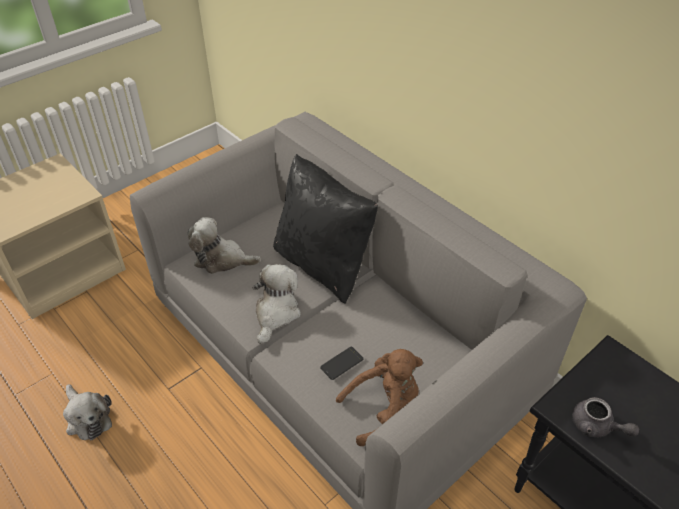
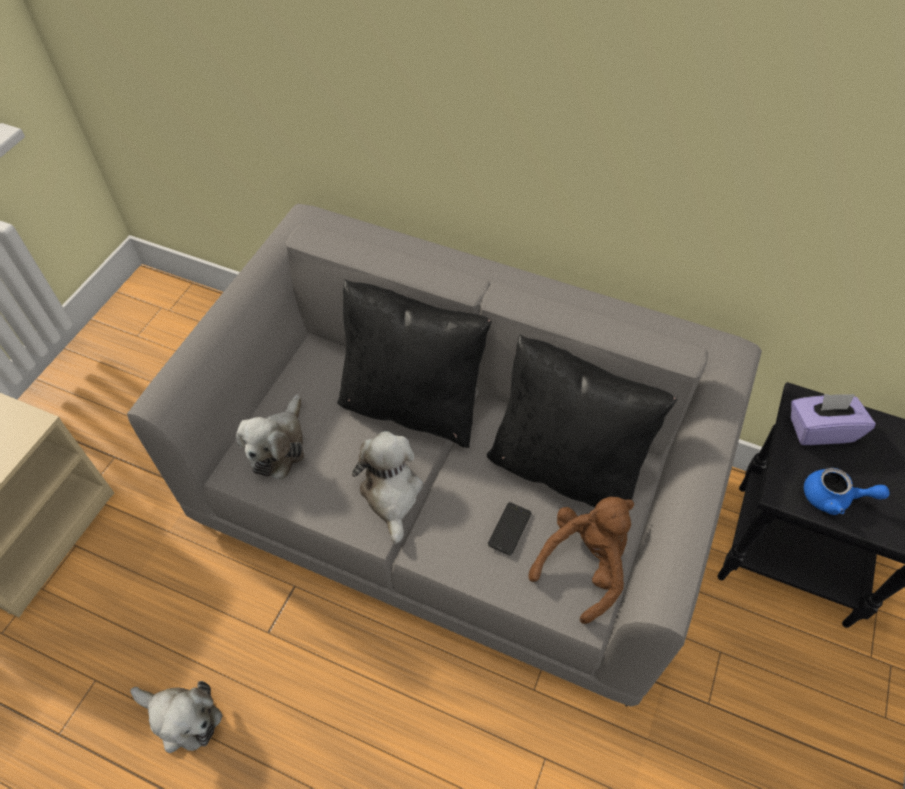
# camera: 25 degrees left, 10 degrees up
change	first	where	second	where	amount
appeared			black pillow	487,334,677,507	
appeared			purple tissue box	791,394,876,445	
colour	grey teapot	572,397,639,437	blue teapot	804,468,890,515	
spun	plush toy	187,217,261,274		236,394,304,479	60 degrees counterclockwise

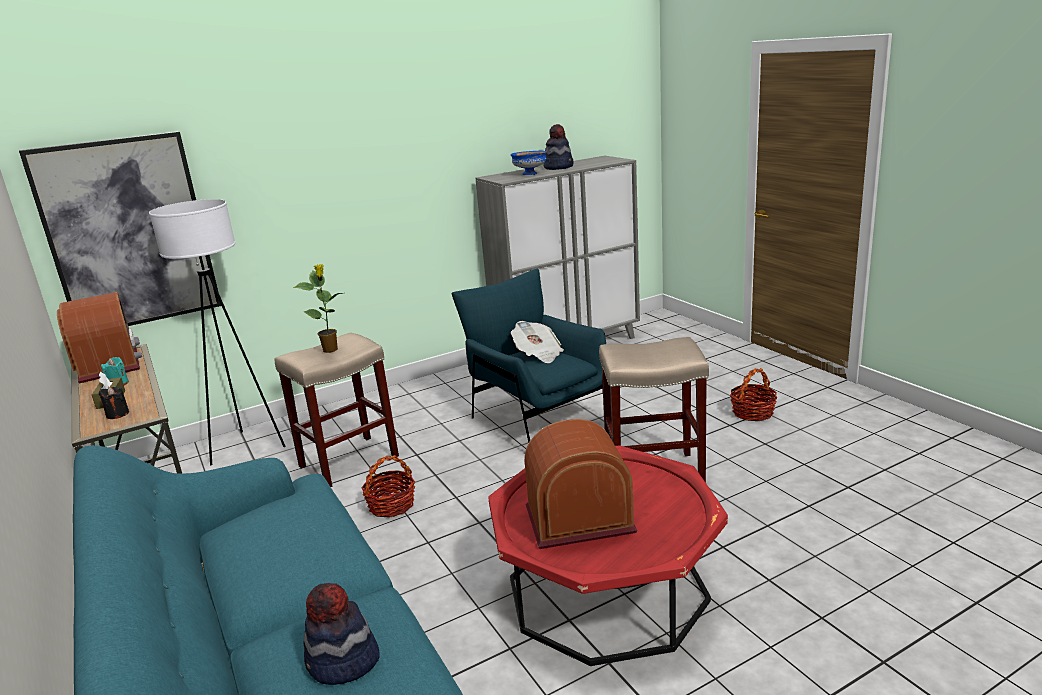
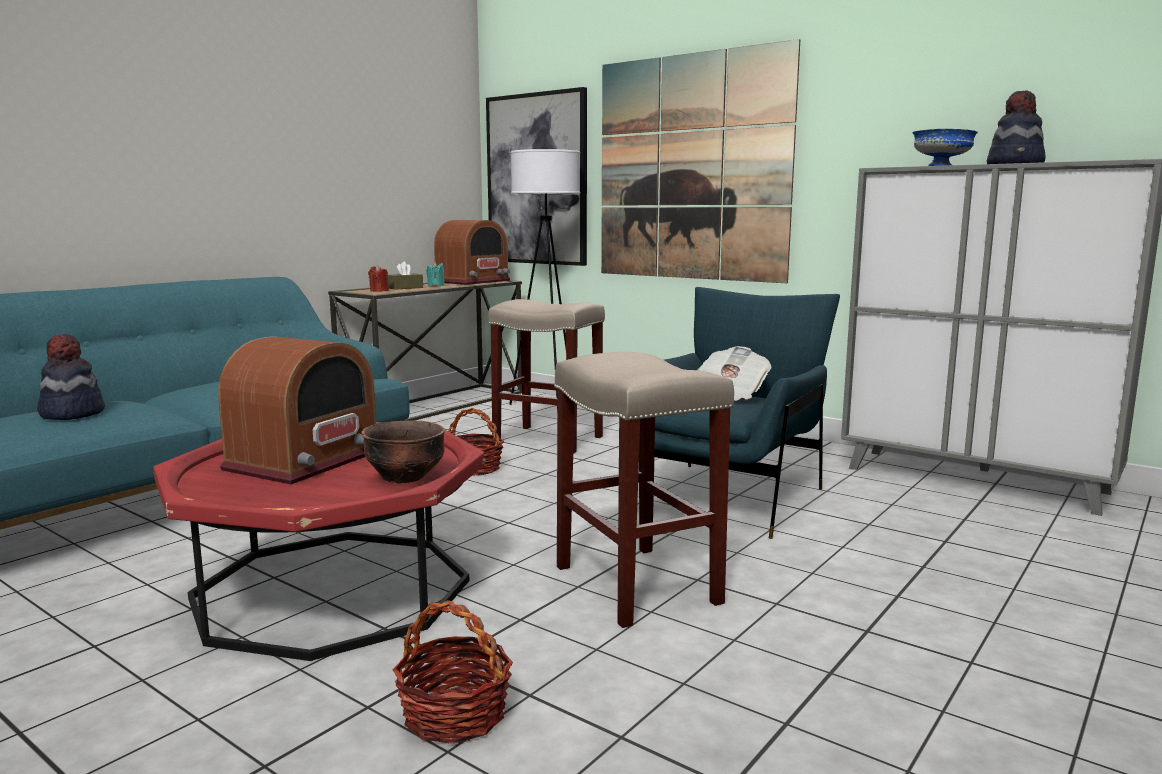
# camera: 65 degrees right, 10 degrees down
change	first	where	second	where	amount
missing	potted plant	293,264,342,353			
appeared			brown bowl	362,420,445,484	
appeared			picture	601,39,800,283	
relocated	basket	730,368,777,421		393,600,513,744	
colour	black candle	99,387,129,419	red candle	368,265,389,292	
spun	radio	525,419,637,549		218,337,376,484	60 degrees clockwise

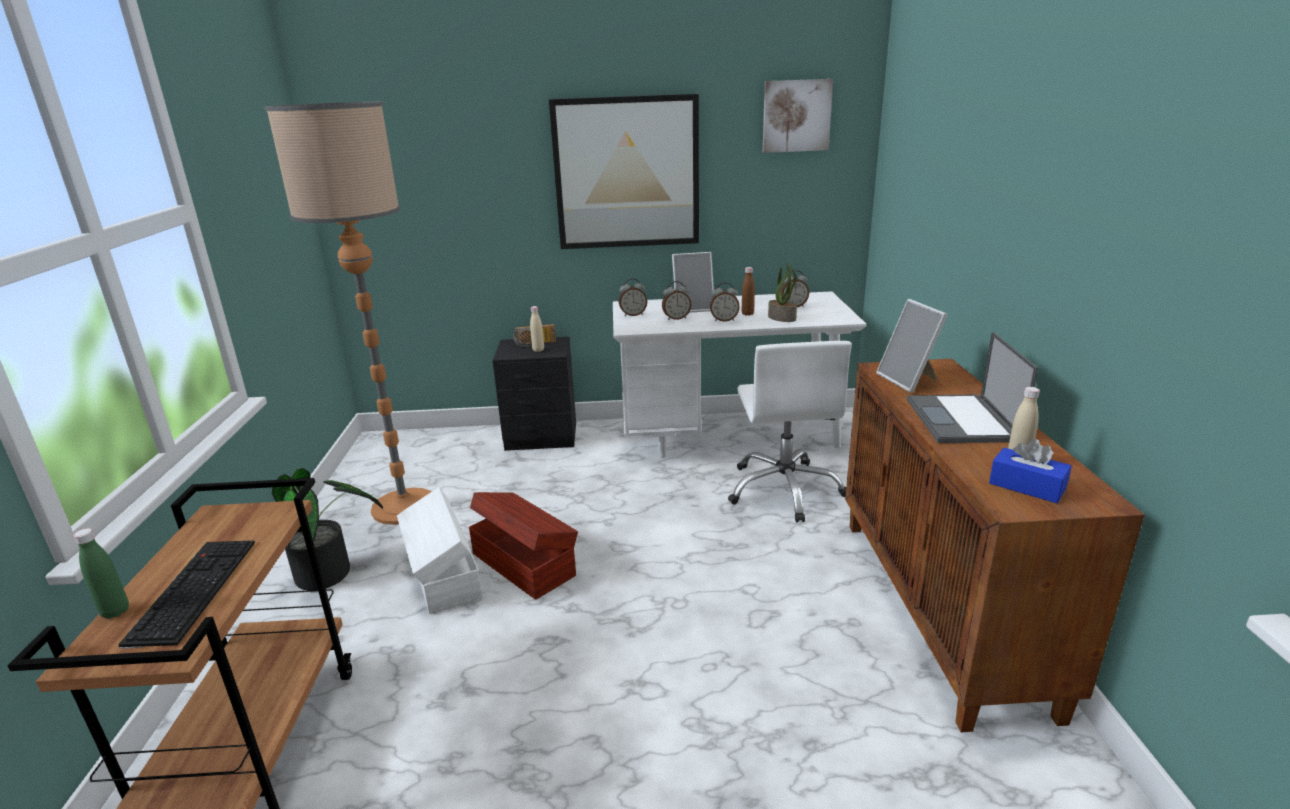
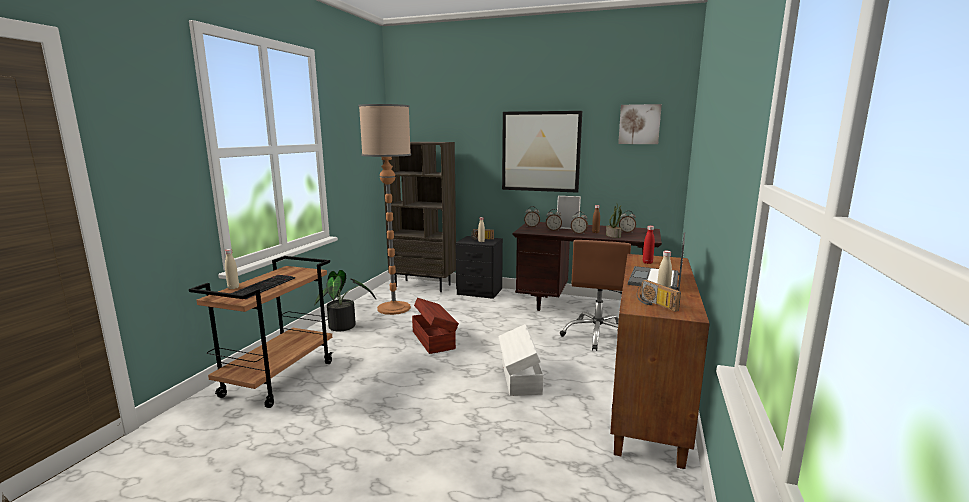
# camera: 20 degrees right, 10 degrees down
change	first	where	second	where	amount
appeared			brown bookcase	383,142,456,292	
relocated	white storage box	397,487,482,614		498,324,544,396	
exchanged	picture frame	876,299,948,393	red bottle	643,226,655,264	
exchanged	blue tissue box	989,439,1072,503	radio	637,280,681,312	
colour	green bottle	73,528,129,619	beige bottle	225,249,239,289	
colour	white desk	613,291,867,458	brown desk	512,222,662,311	
colour	white office chair	728,341,852,523	brown office chair	560,240,631,351	

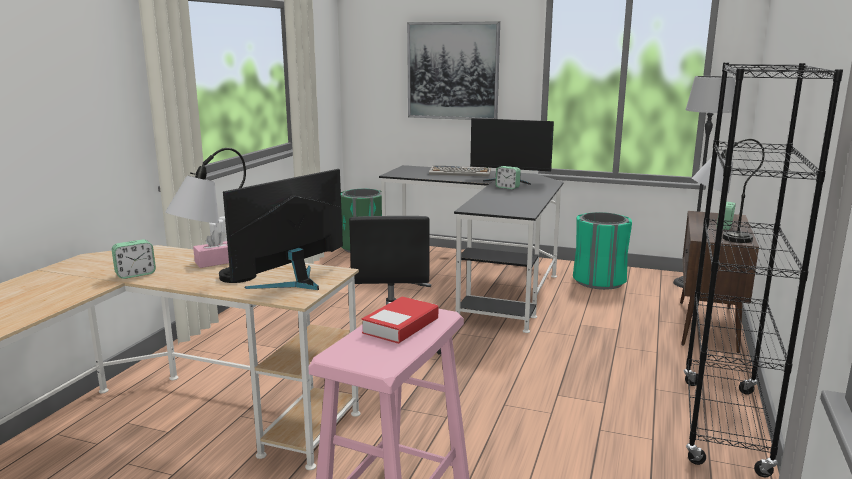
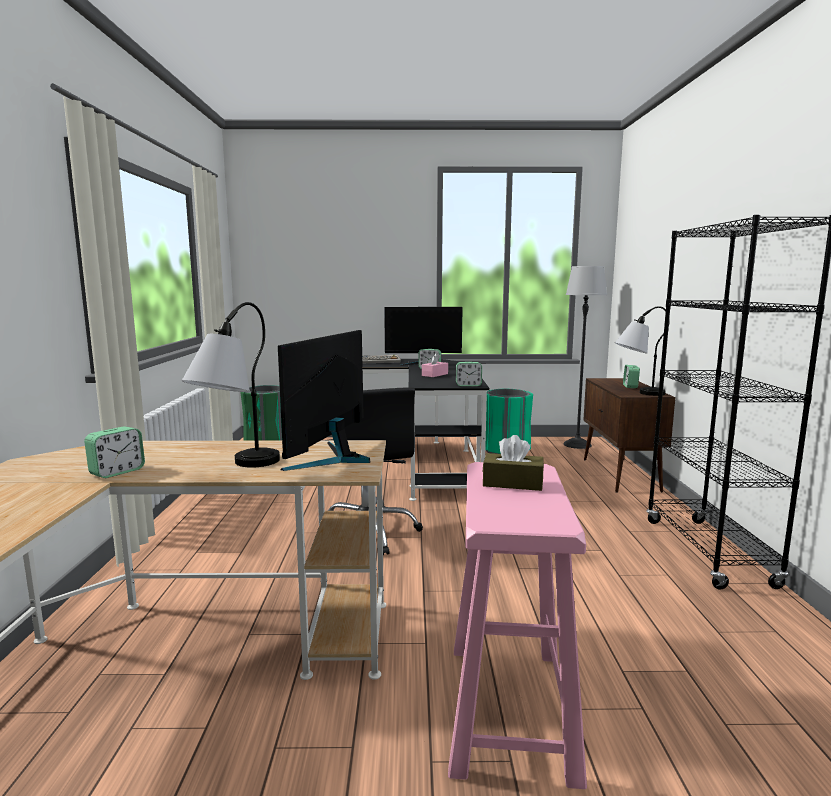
# camera: 20 degrees left, 5 degrees down
change	first	where	second	where	amount
missing	picture	407,21,500,120			
appeared			alarm clock	456,362,482,387	
relocated	pink tissue box	193,230,229,268		422,353,448,377	
exchanged	book	362,297,438,344	brown tissue box	482,435,544,491	

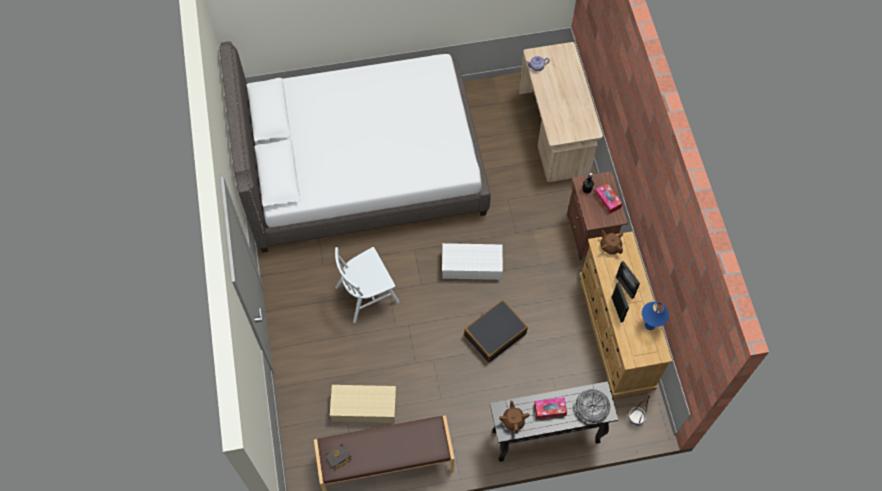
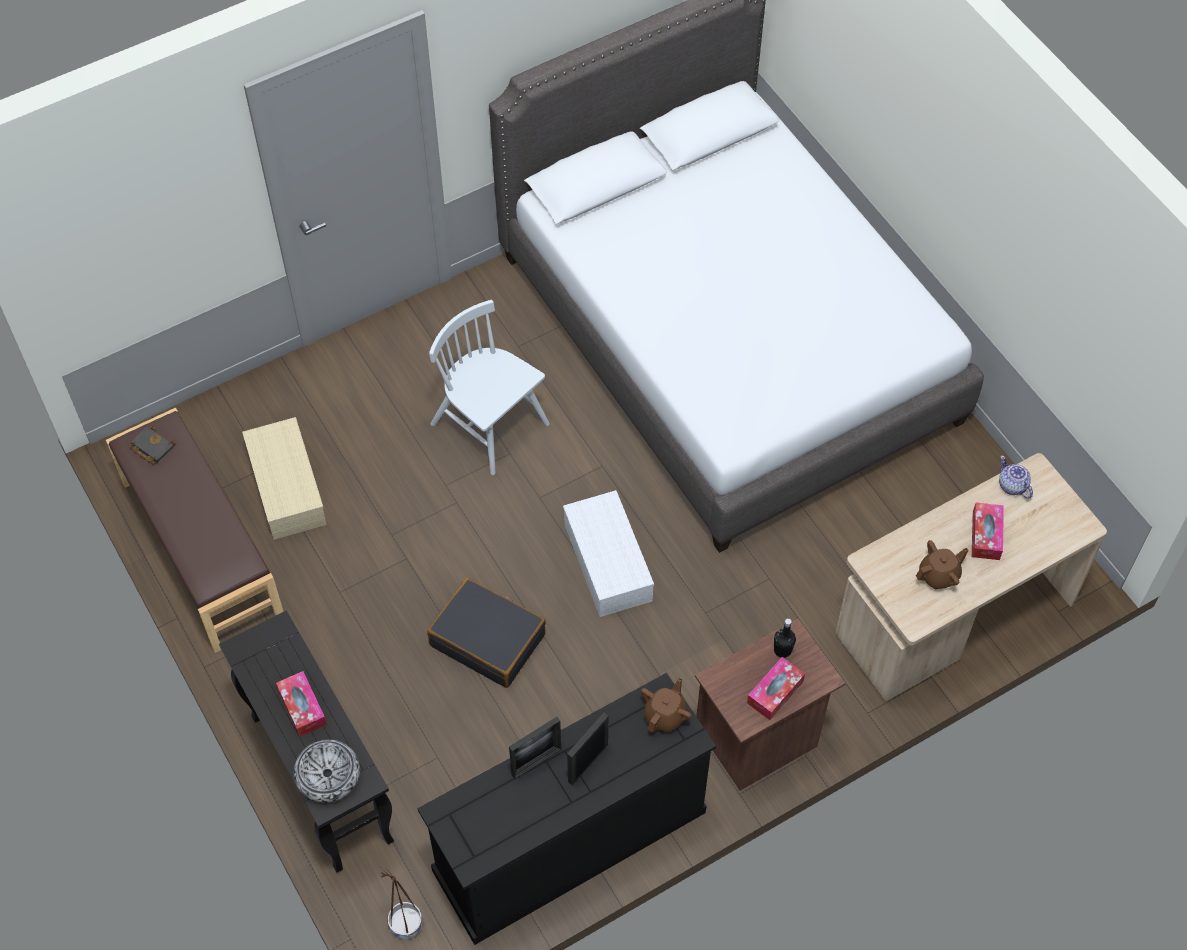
# camera: 70 degrees right, 5 degrees down
change	first	where	second	where	amount
missing	blue table lamp	642,302,669,330			
appeared			tissue box	972,503,1004,560	
relocated	brown teapot	499,401,530,434		916,540,969,589	
colour	beige dresser	579,231,672,398	black dresser	417,673,716,945	

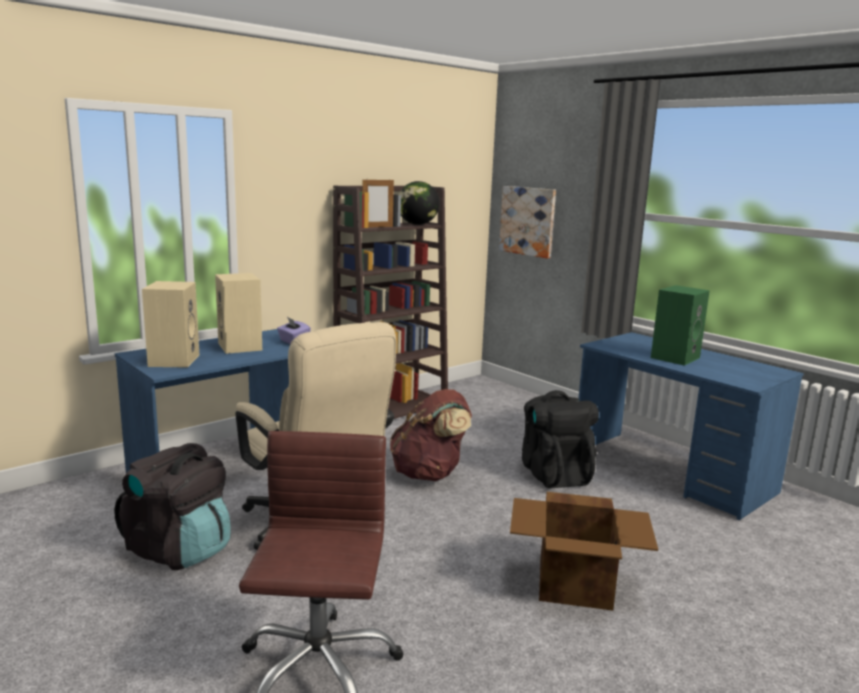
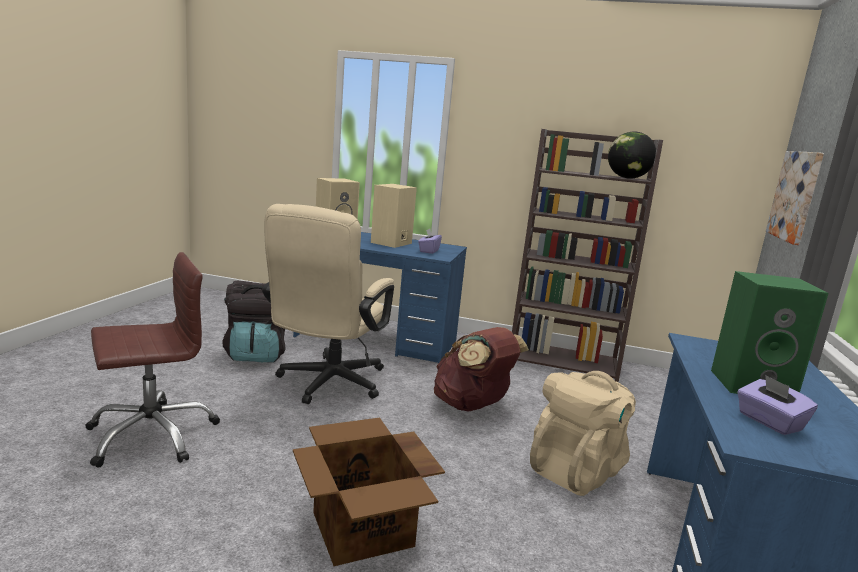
# camera: 55 degrees right, 0 degrees up
change	first	where	second	where	amount
missing	picture frame	362,178,394,228			
appeared			purple tissue box	737,375,818,435	
colour	black backpack	522,390,599,488	beige backpack	530,371,636,496	

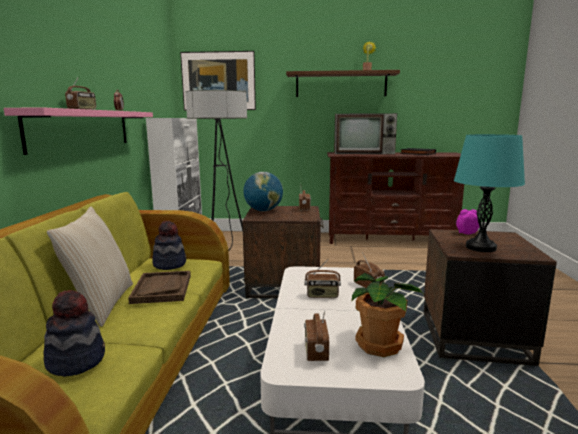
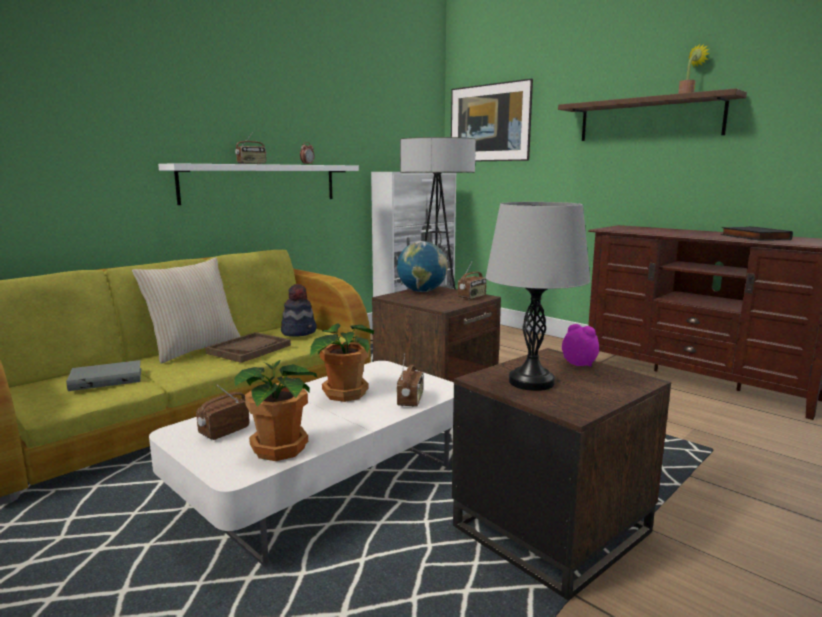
# camera: 40 degrees right, 0 degrees up
change	first	where	second	where	amount
missing	television	334,113,397,154			
exchanged	hat	44,290,105,377	grey book	66,360,141,391	
exchanged	radio	305,261,341,298	potted plant	310,323,374,402	
colour	pink shelf	3,107,153,155	white shelf	158,163,359,205	
colour	turquoise table lamp	454,134,525,252	grey table lamp	486,202,591,391	

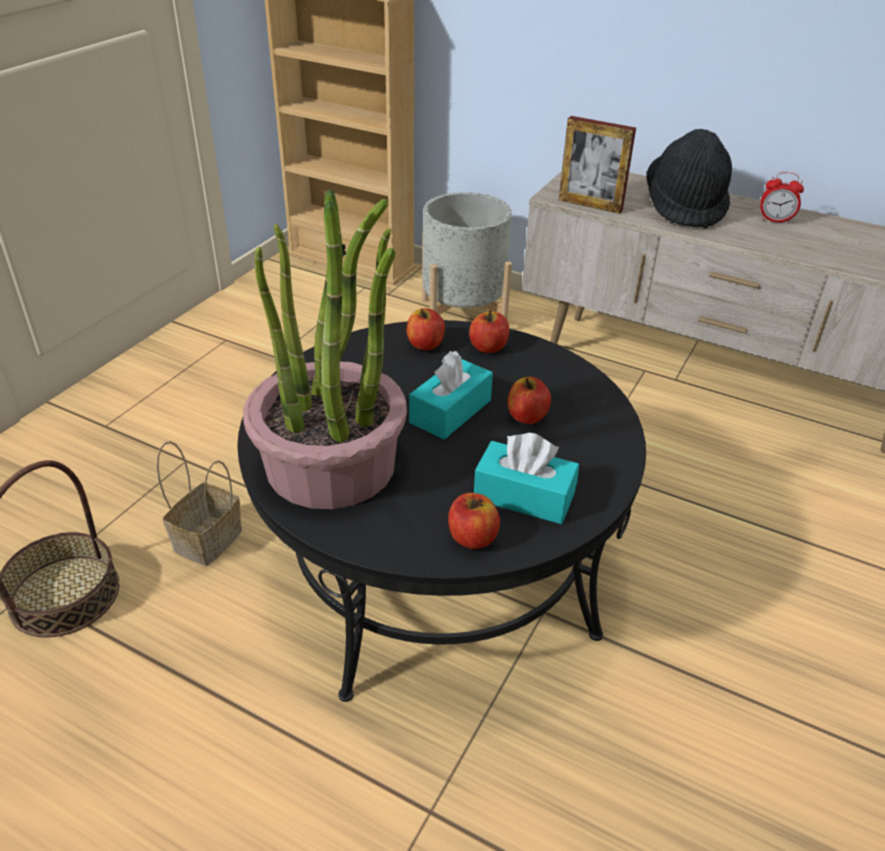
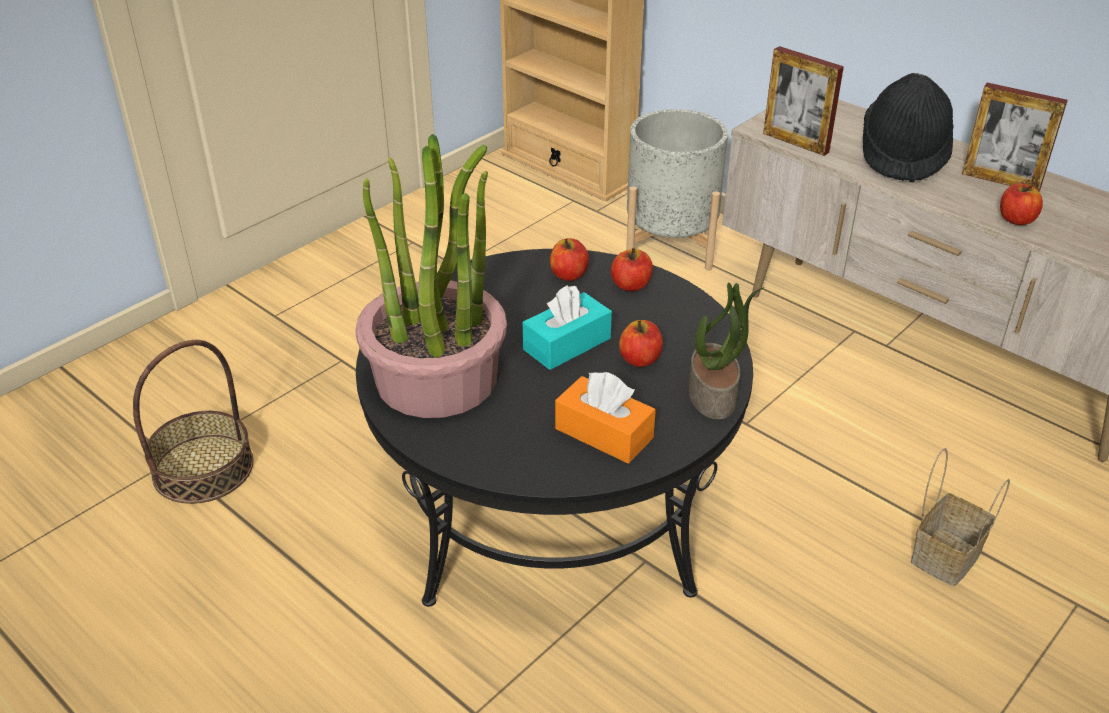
# camera: 15 degrees right, 0 degrees up
change	first	where	second	where	amount
appeared			potted plant	688,282,764,420	
relocated	basket	157,441,242,566		911,448,1010,586	
relocated	apple	448,493,500,549		1000,183,1043,225	
exchanged	alarm clock	760,172,804,224	picture frame	962,83,1068,191	
colour	turquoise tissue box	474,433,579,524	orange tissue box	555,372,656,464	

